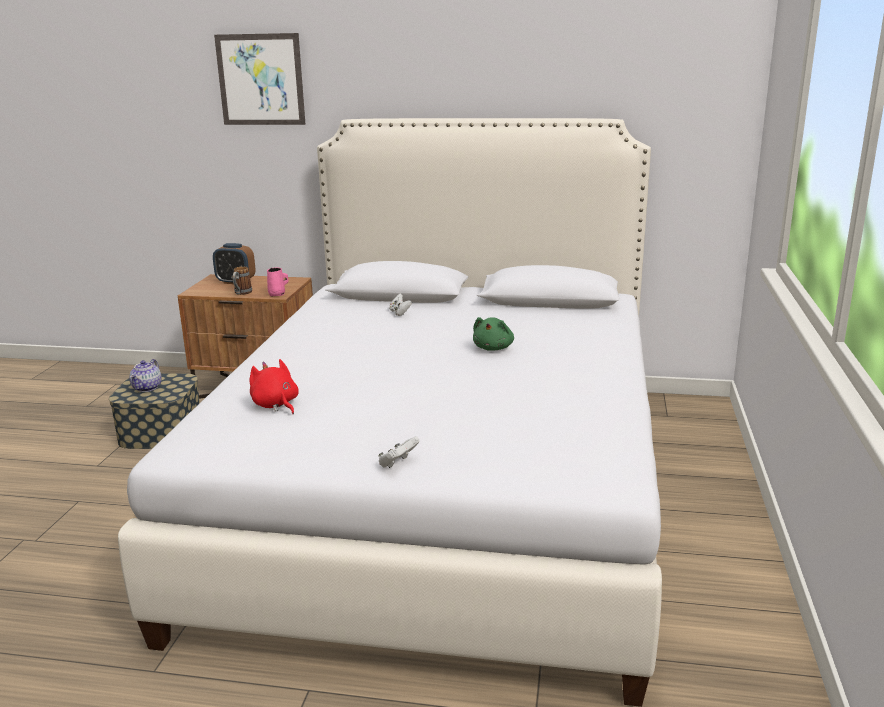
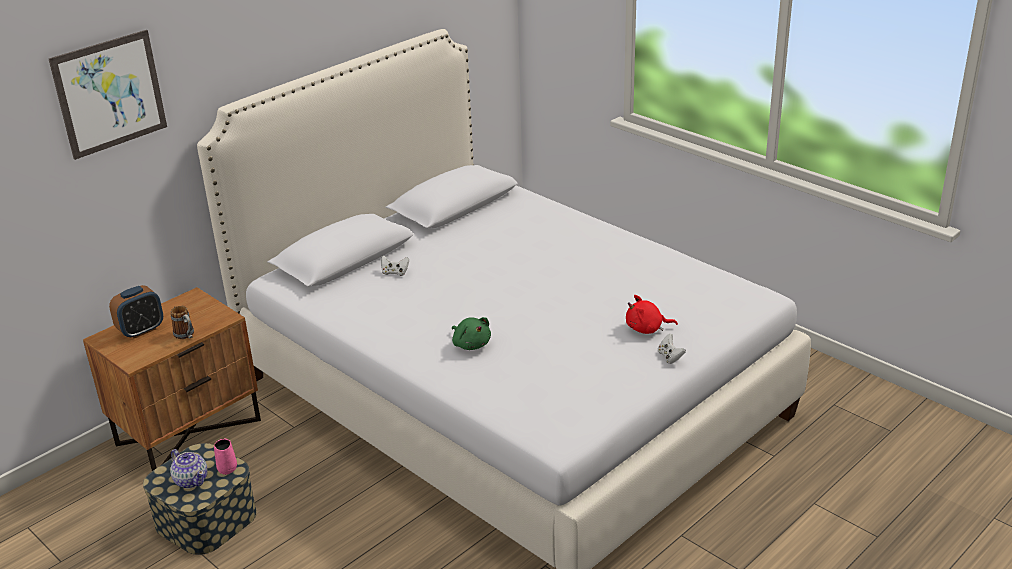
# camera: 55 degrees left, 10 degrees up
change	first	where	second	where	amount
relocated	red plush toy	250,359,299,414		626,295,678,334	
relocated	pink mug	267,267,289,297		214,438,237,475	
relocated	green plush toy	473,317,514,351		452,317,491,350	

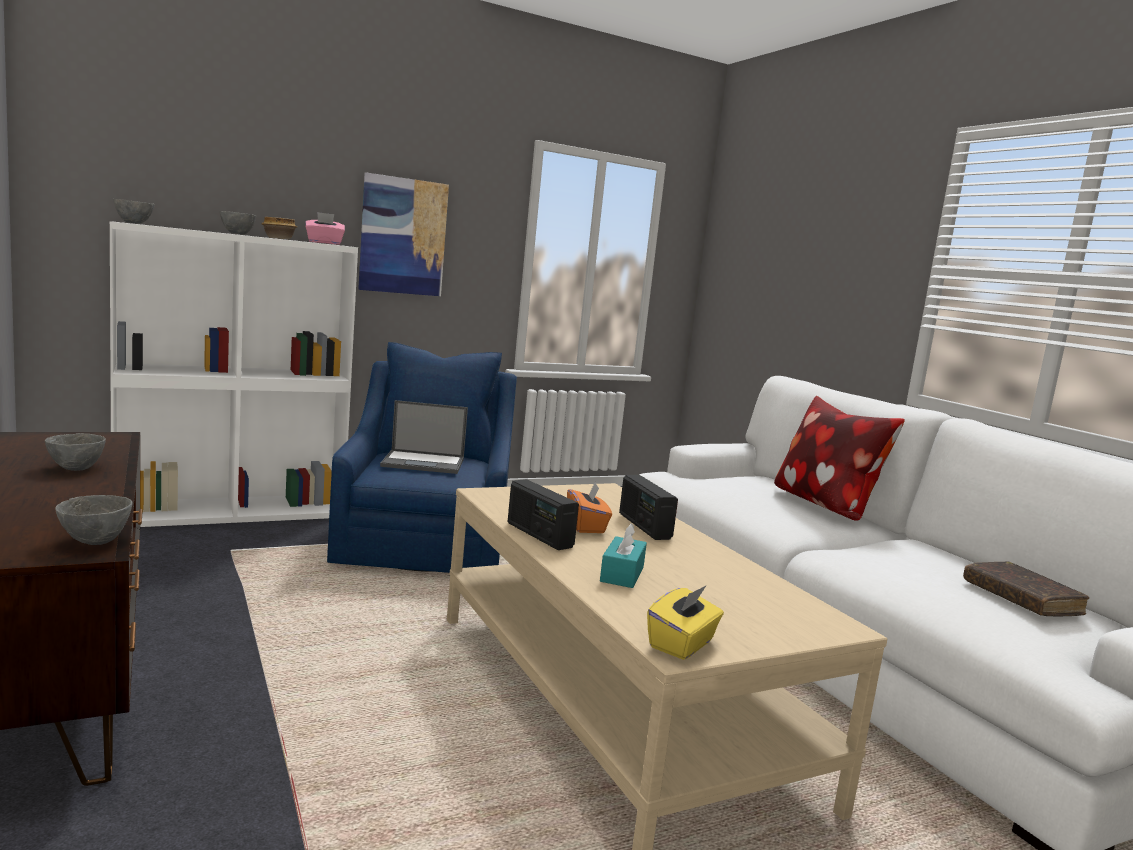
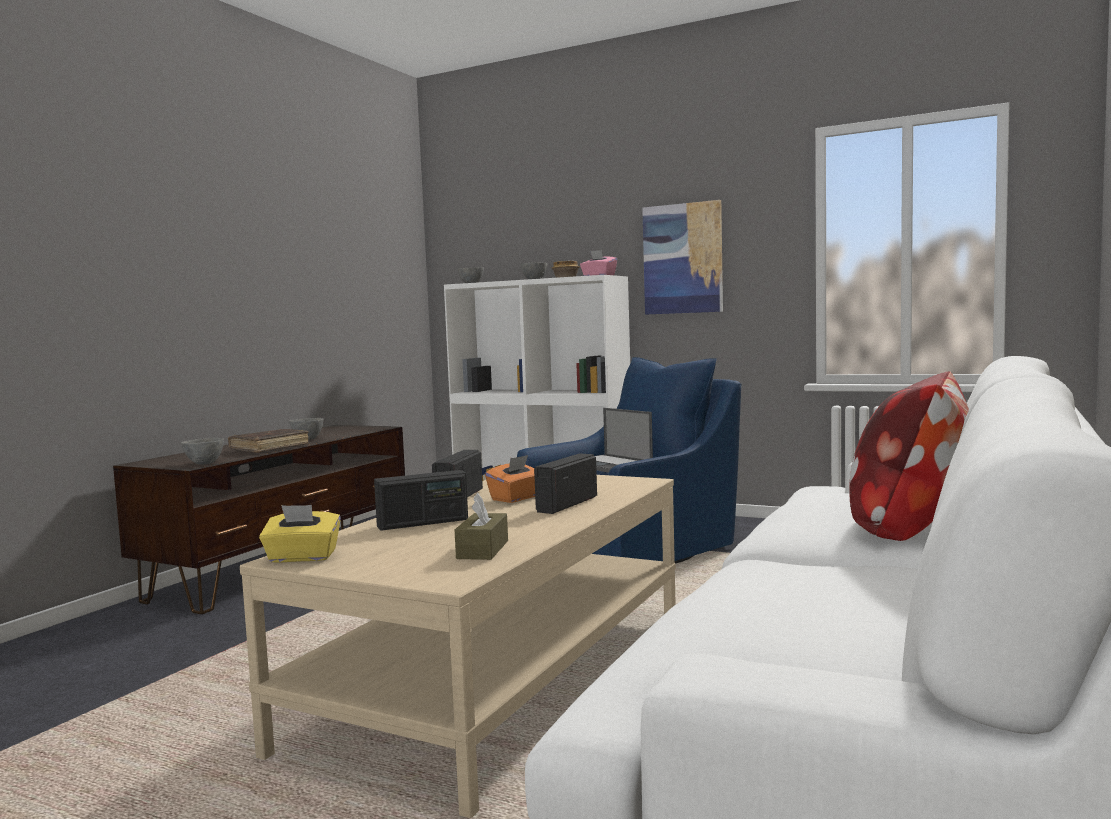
# camera: 55 degrees right, 5 degrees down
change	first	where	second	where	amount
appeared			brown tissue box	455,493,508,560	
relocated	brown book	963,562,1089,616		228,429,309,453	
exchanged	turquoise tissue box	600,523,647,588	radio	374,470,468,531	

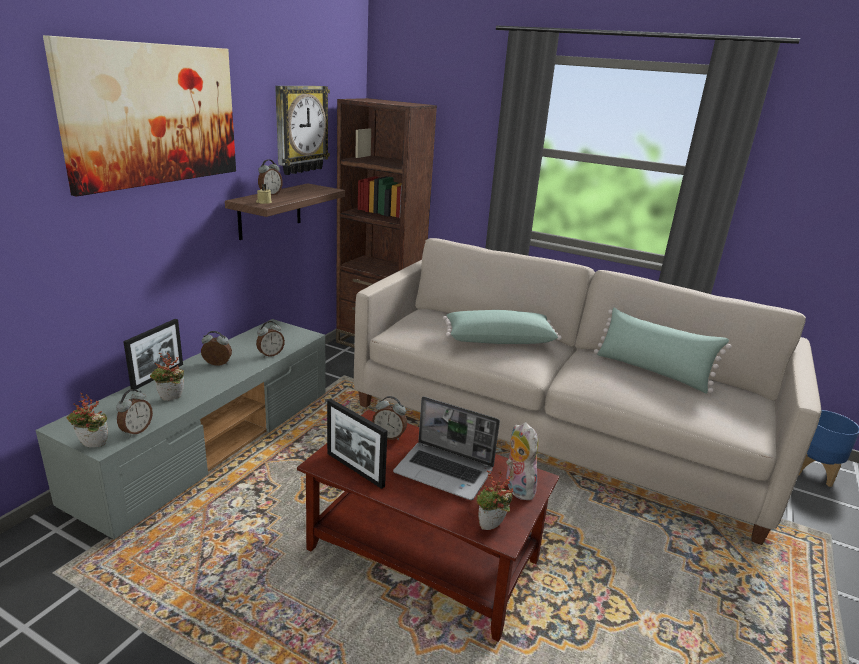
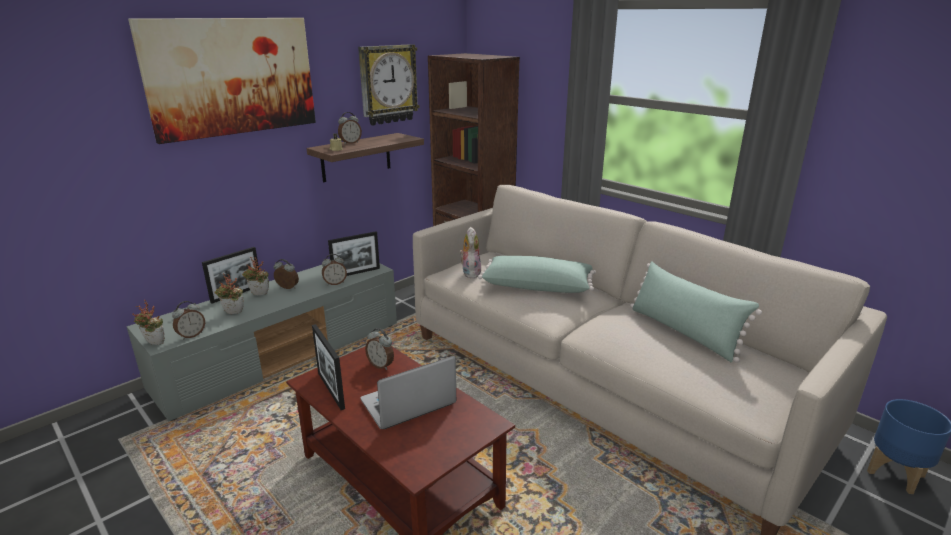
# camera: 20 degrees right, 0 degrees up
change	first	where	second	where	amount
appeared			picture frame	328,231,380,276	
relocated	potted plant	477,471,513,530		242,257,269,295	
relocated	plush toy	506,422,538,500		459,227,481,278	
spun	laptop	393,396,500,500		360,356,456,429	105 degrees clockwise

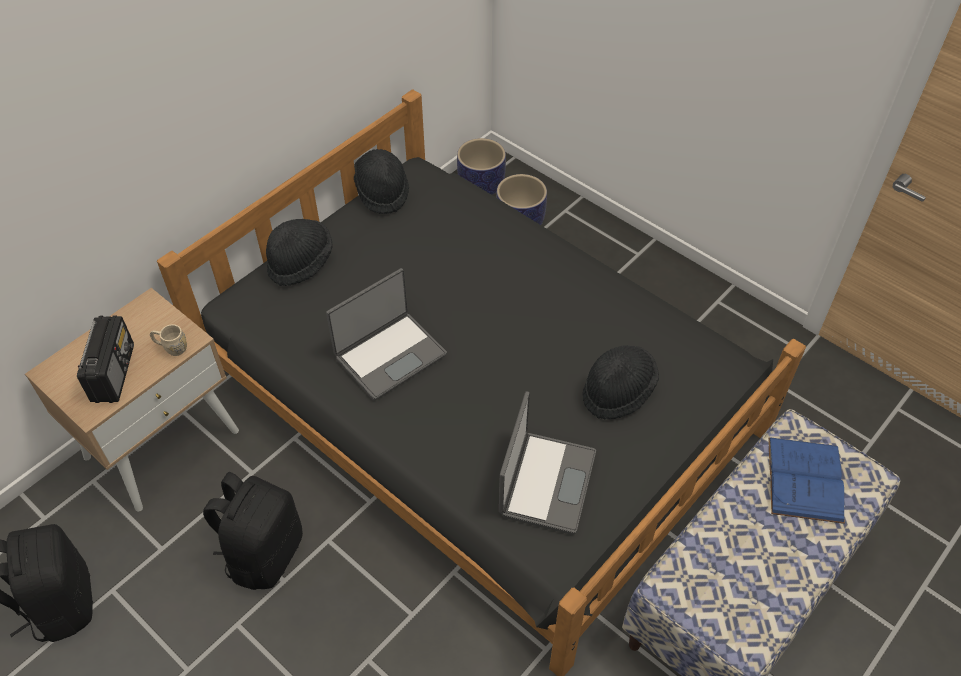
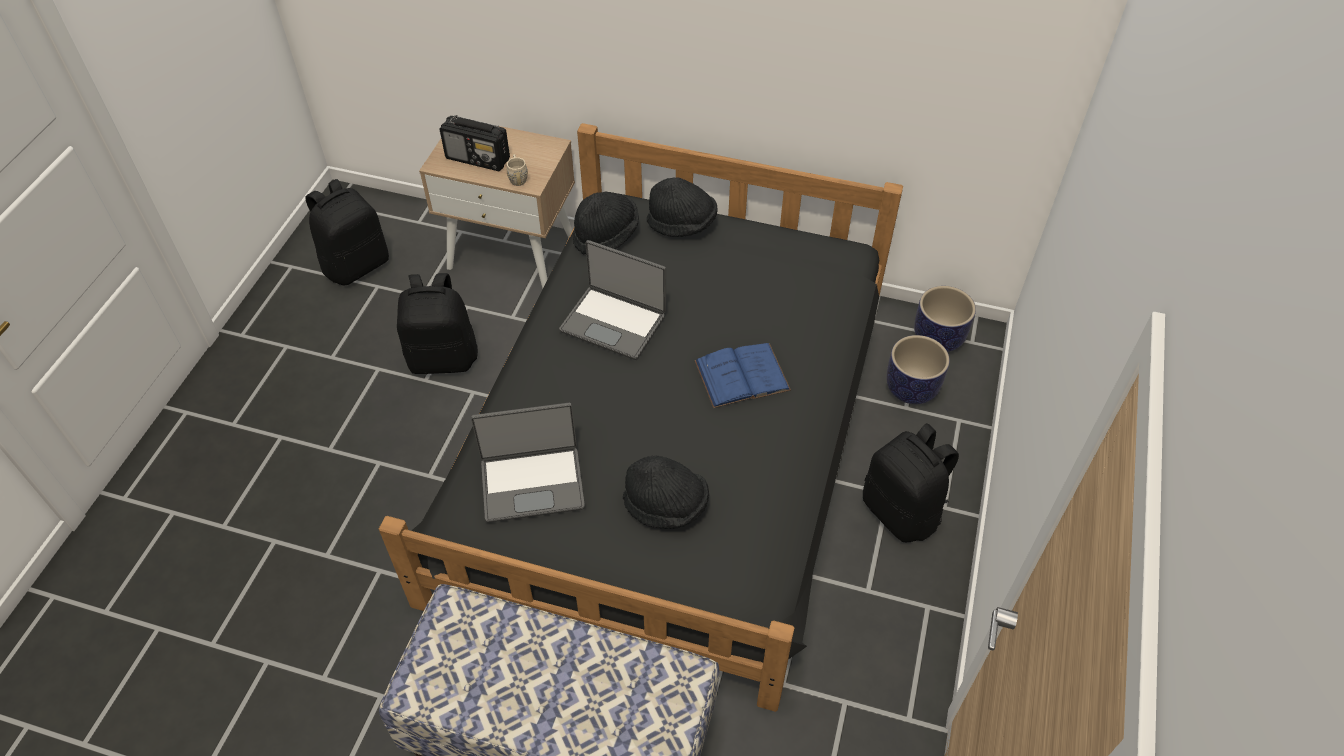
# camera: 65 degrees right, 0 degrees up
change	first	where	second	where	amount
appeared			black backpack	863,423,959,542	
relocated	black hat	354,149,409,214		573,192,639,254	
relocated	blue book	768,437,845,524		695,343,791,408	
spun	radio	77,315,134,403		440,115,510,171	45 degrees clockwise

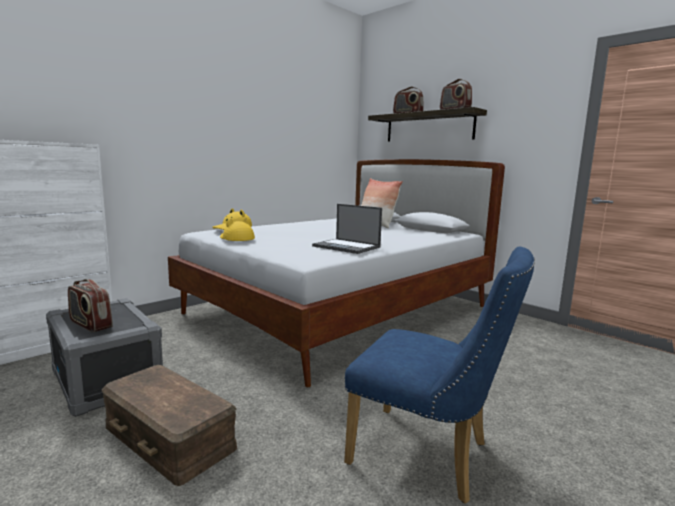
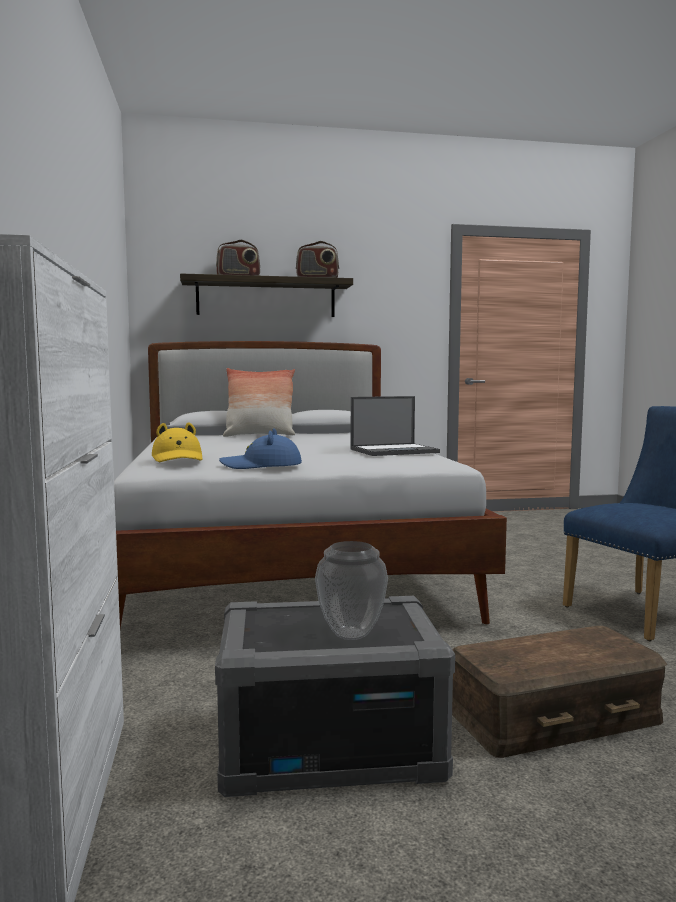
# camera: 55 degrees left, 5 degrees down
change	first	where	second	where	amount
exchanged	radio	68,279,113,332	vase	315,541,388,640	
colour	yellow hat	220,218,255,241	blue hat	219,428,302,469	

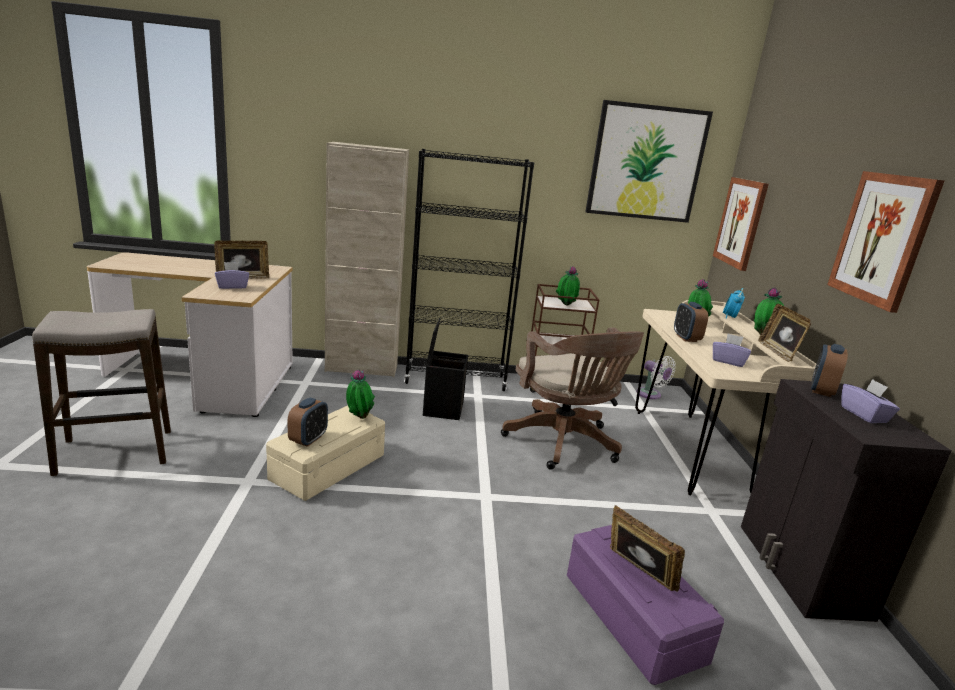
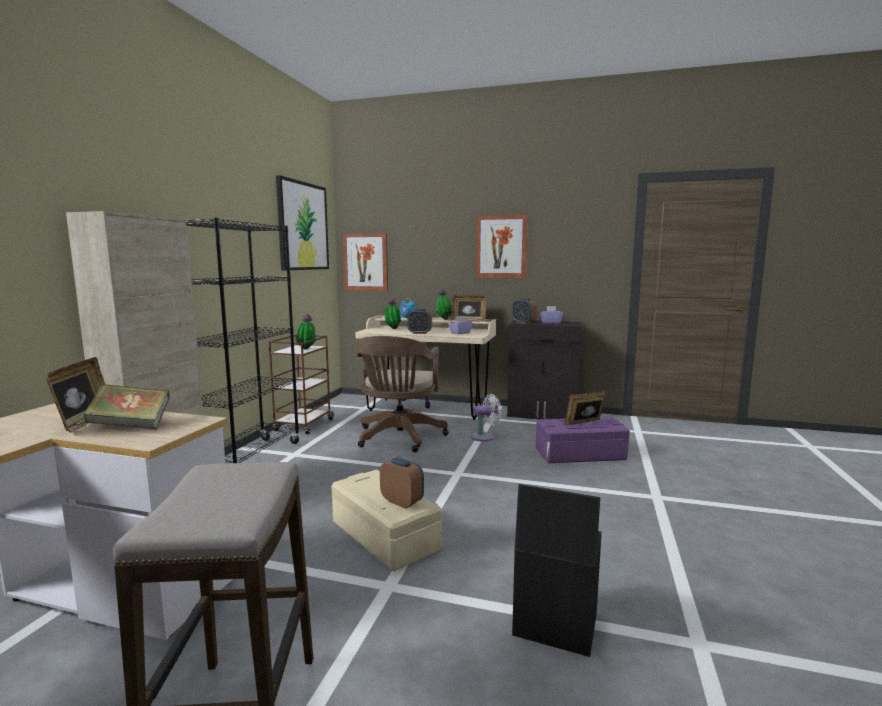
# camera: 70 degrees left, 10 degrees down
change	first	where	second	where	amount
missing	potted plant	346,370,375,419			
relocated	black storage box	423,318,468,420		512,484,602,657	
relocated	white fan	636,356,676,399		471,394,502,442	
exchanged	purple tissue box	215,262,249,289	book	84,384,170,429	
spun	brown office chair	501,328,644,470		356,336,449,452	105 degrees clockwise

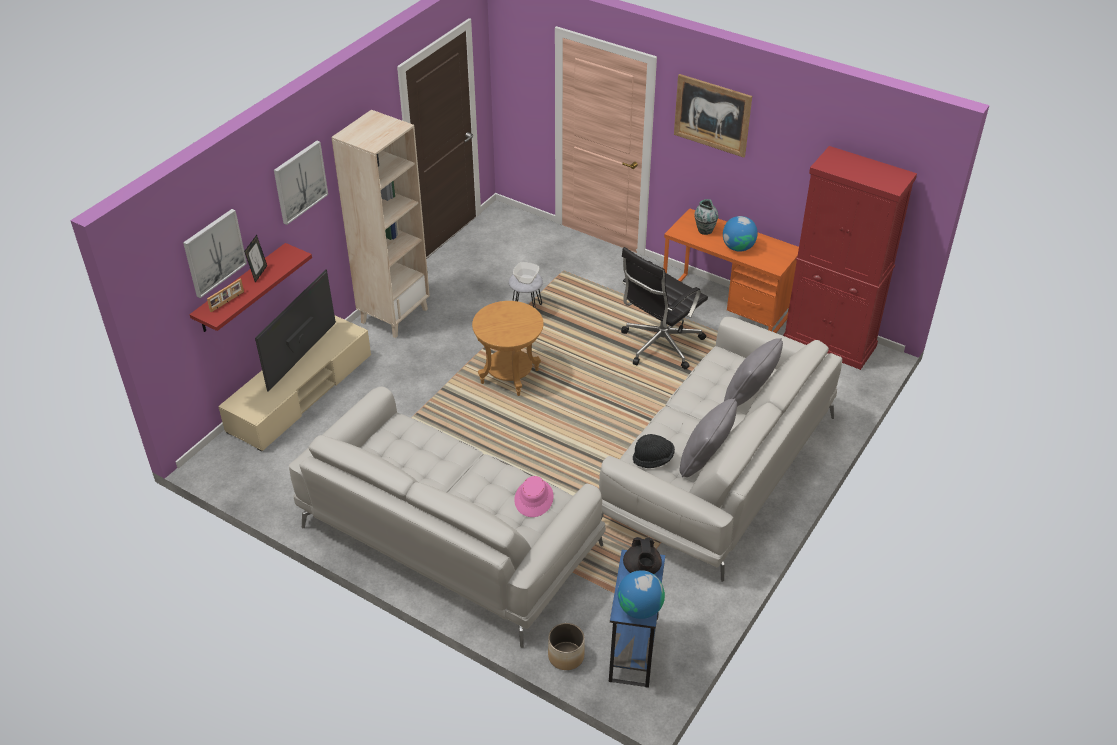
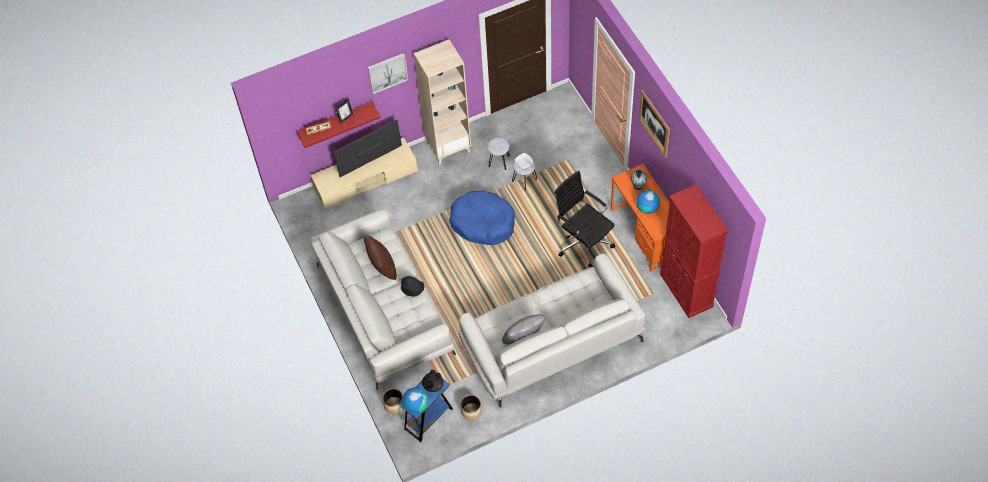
# camera: 35 degrees right, 15 degrees up
change	first	where	second	where	amount
missing	picture	183,209,247,298			
missing	pink hat	514,476,554,517			
missing	grey pillow	724,338,783,407			
appeared			brown pillow	364,235,397,280	
appeared			planter	461,395,482,420	
appeared			grey stool	487,137,510,170	
relocated	black hat	633,434,675,468		401,276,425,297	
exchanged	brown side table	472,301,544,396	blue dog bed	449,191,515,245	
spun	black office chair	621,247,708,369		555,170,615,268	60 degrees clockwise

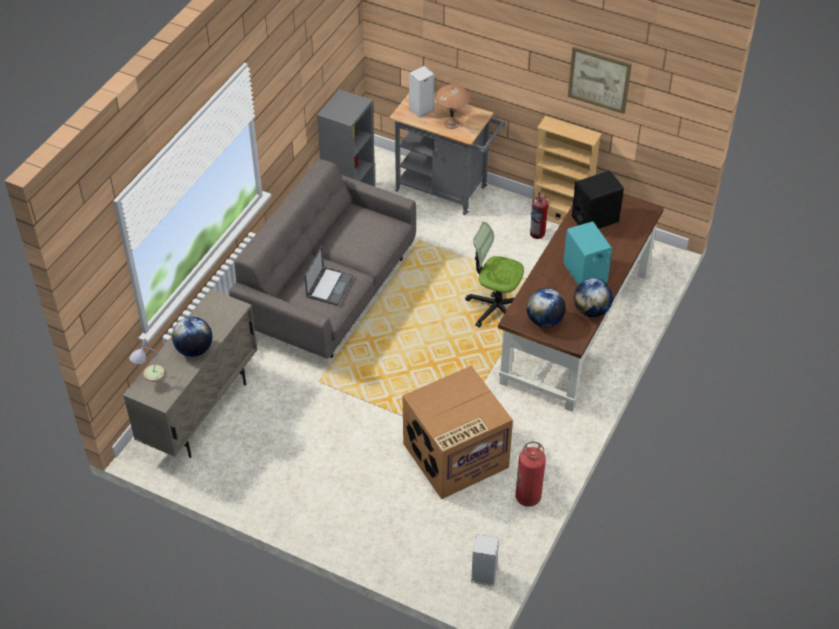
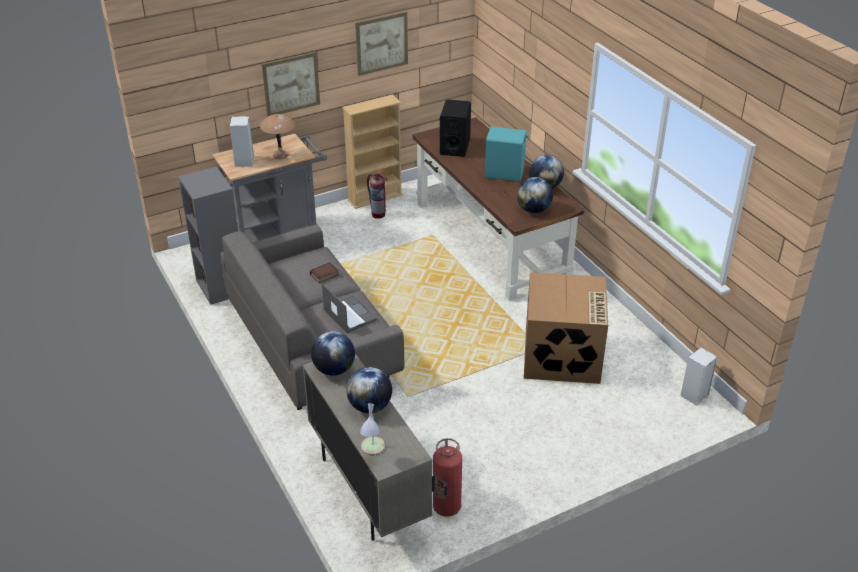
# camera: 55 degrees left, 10 degrees down
change	first	where	second	where	amount
missing	office chair	465,222,524,328			
appeared			picture	262,52,320,117	
appeared			book	310,262,339,283	
appeared			globe	311,331,355,376	
relocated	fire extinguisher	515,441,546,507		433,438,462,517	

